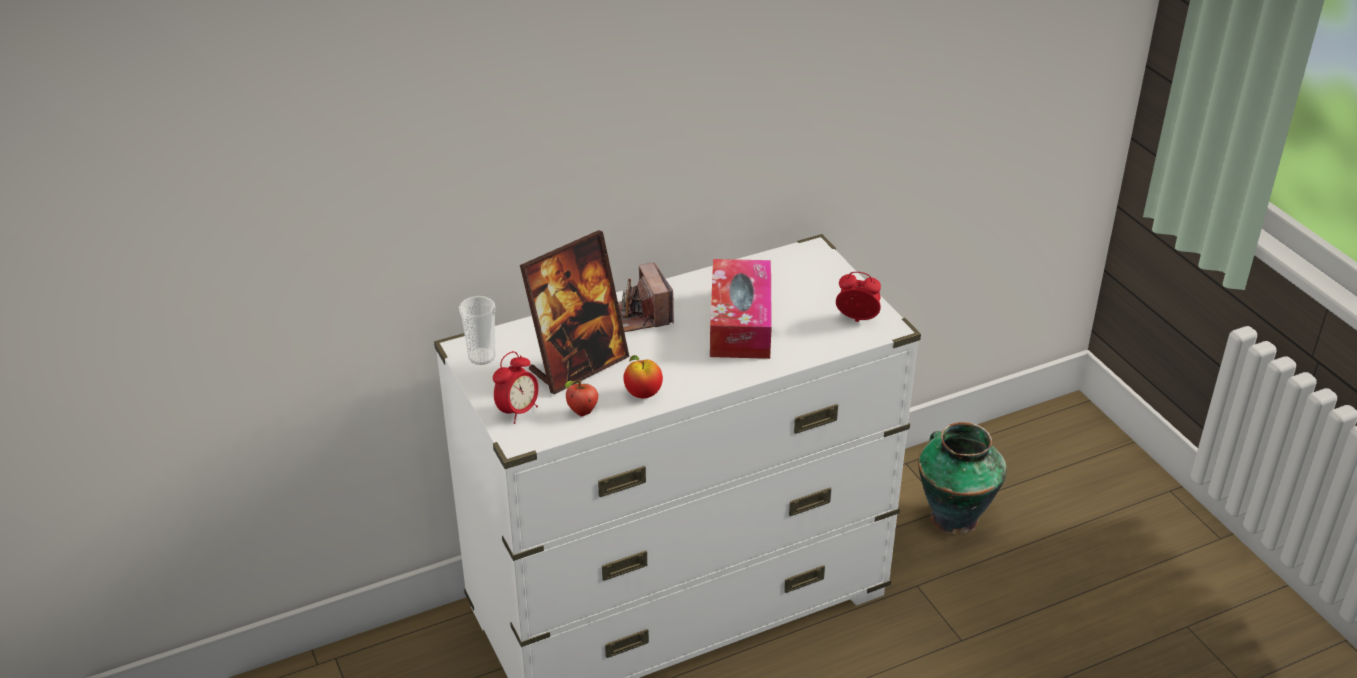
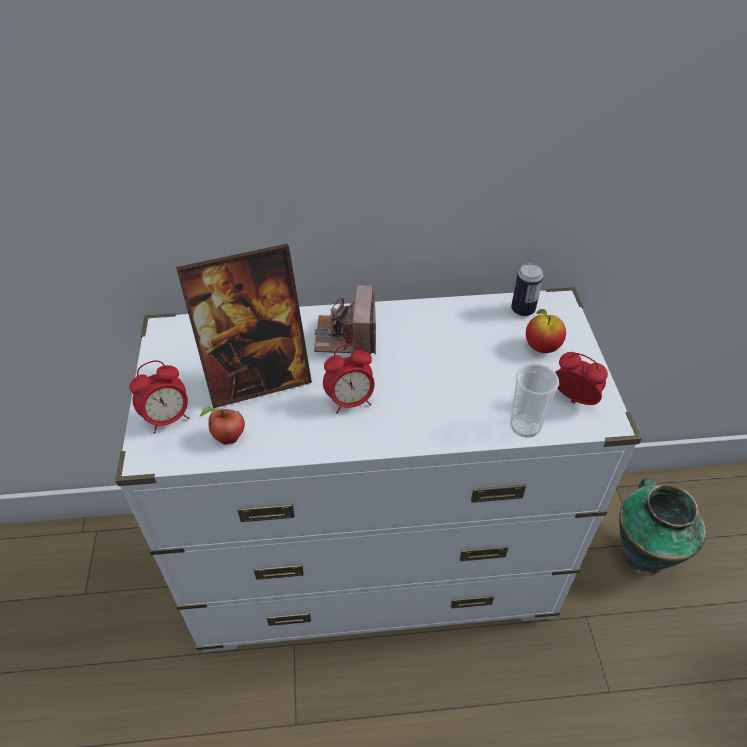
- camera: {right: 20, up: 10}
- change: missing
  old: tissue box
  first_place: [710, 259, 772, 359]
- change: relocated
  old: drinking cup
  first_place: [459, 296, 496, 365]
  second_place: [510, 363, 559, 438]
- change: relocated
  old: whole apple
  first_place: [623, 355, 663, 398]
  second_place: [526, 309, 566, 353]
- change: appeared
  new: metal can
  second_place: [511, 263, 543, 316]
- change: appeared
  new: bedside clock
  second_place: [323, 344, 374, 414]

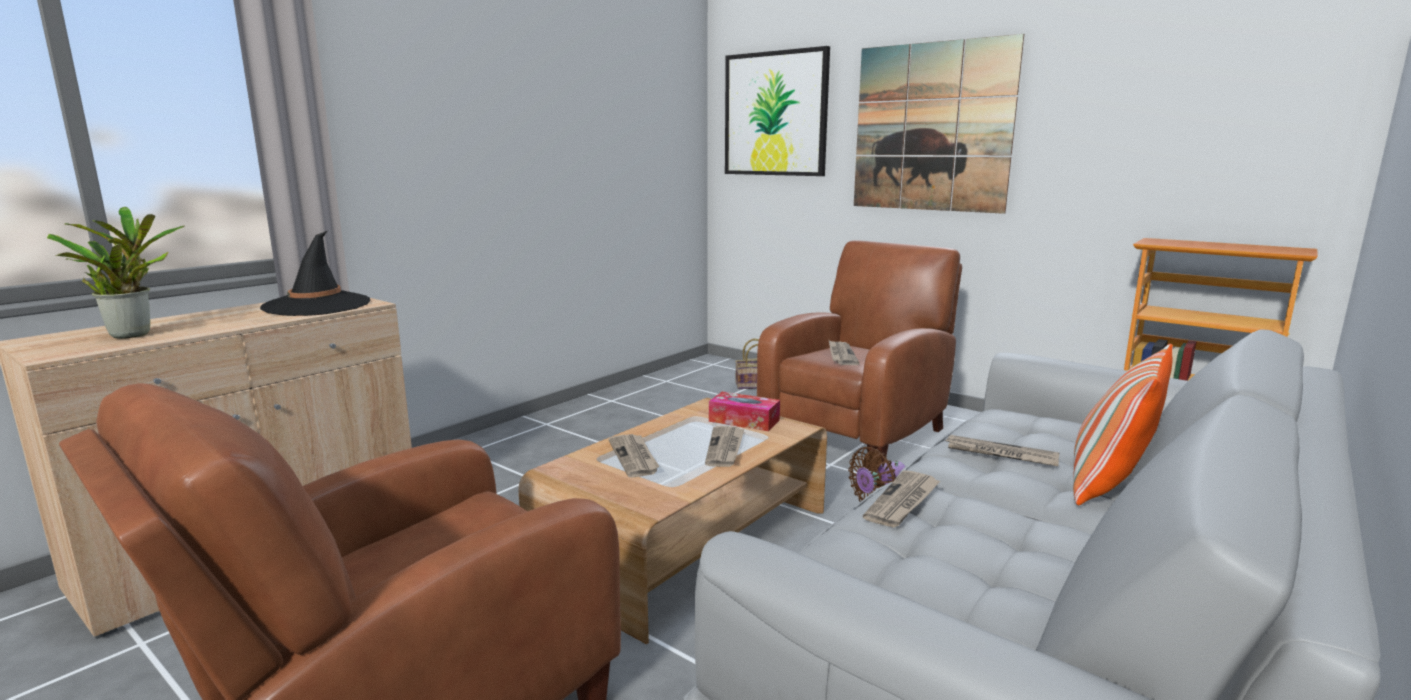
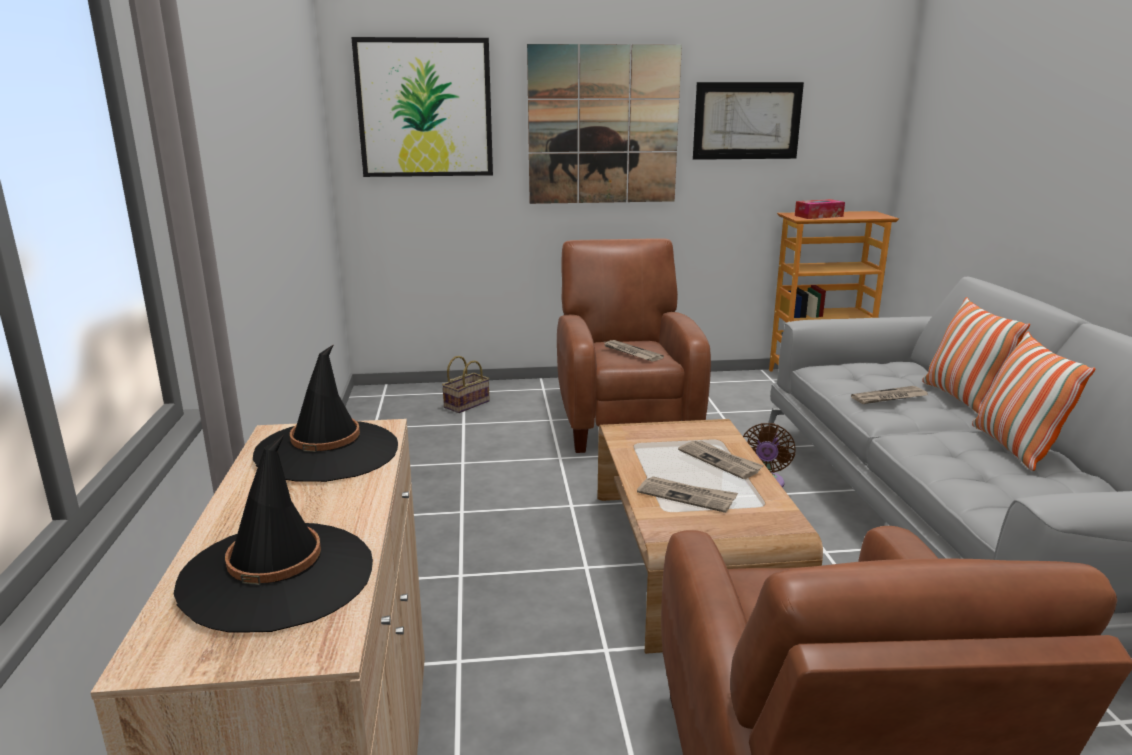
- camera: {right: -45, up: 5}
- change: exchanged
  old: potted plant
  new: wearable hat (blackish)
  first_place: [47, 207, 185, 339]
  second_place: [174, 435, 373, 633]
- change: relocated
  old: tissue box
  first_place: [709, 392, 780, 431]
  second_place: [795, 199, 845, 219]
- change: missing
  old: daily paper
  first_place: [863, 470, 940, 528]
- change: appeared
  new: picture
  second_place: [693, 82, 804, 160]
- change: appeared
  new: cushion
  second_place: [972, 332, 1095, 471]

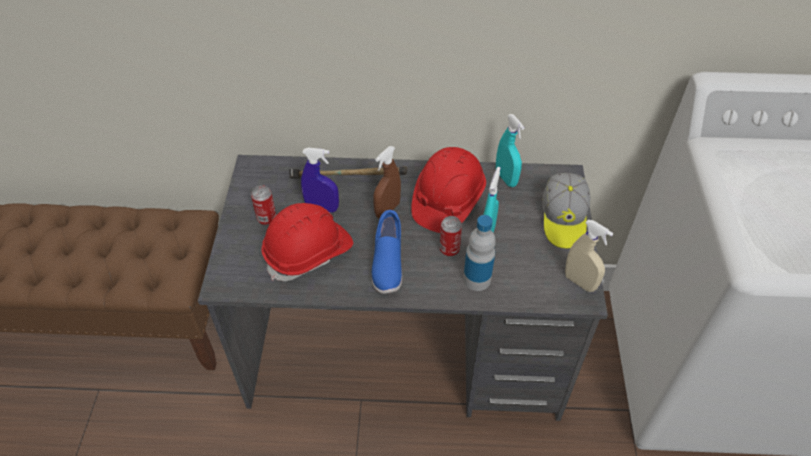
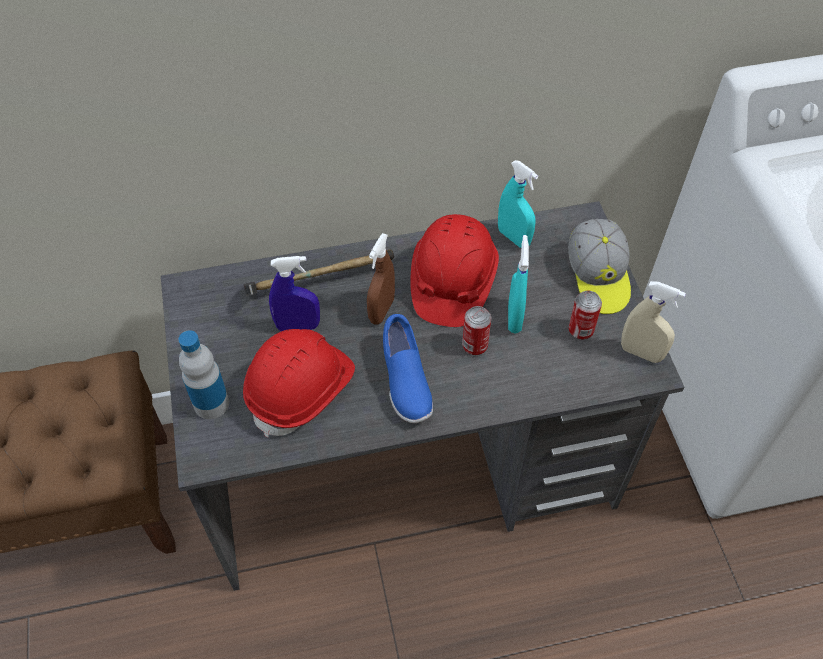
- camera: {right: -15, up: 5}
- change: relocated
  old: metal can
  first_place: [251, 185, 276, 225]
  second_place: [569, 290, 602, 340]
- change: relocated
  old: beverage bottle
  first_place: [463, 215, 496, 291]
  second_place: [179, 330, 229, 419]

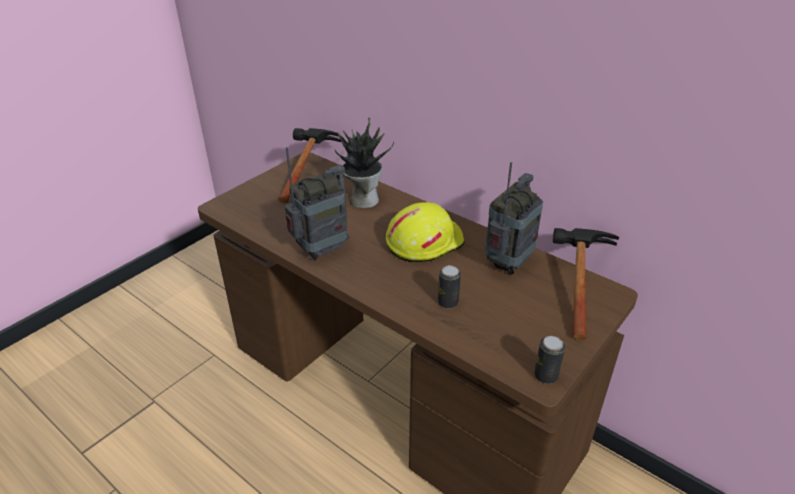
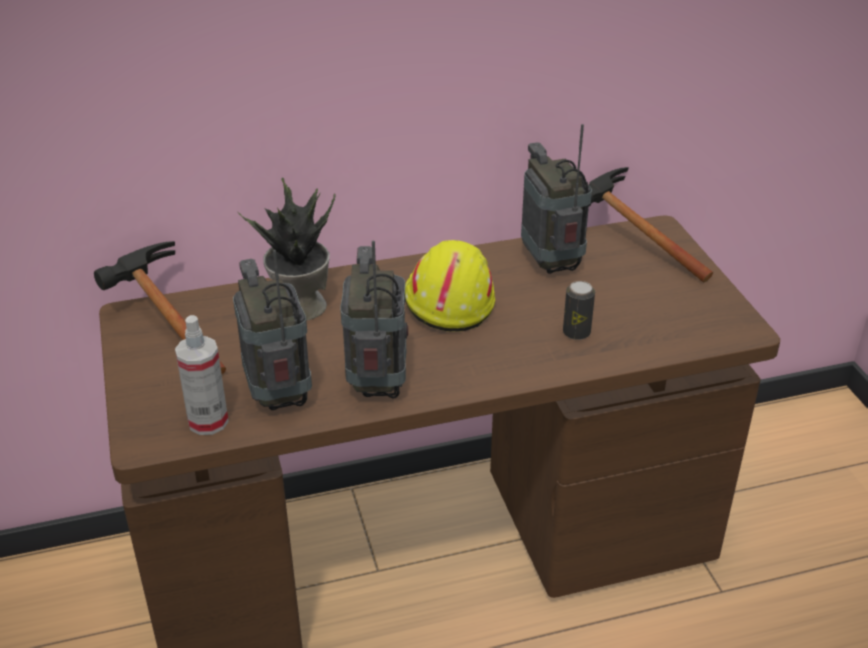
- camera: {right: -55, up: 0}
- change: missing
  old: metal can
  first_place: [534, 336, 565, 384]
- change: appeared
  new: radio receiver
  second_place: [233, 250, 312, 410]
- change: appeared
  new: sprayer
  second_place: [175, 315, 229, 435]

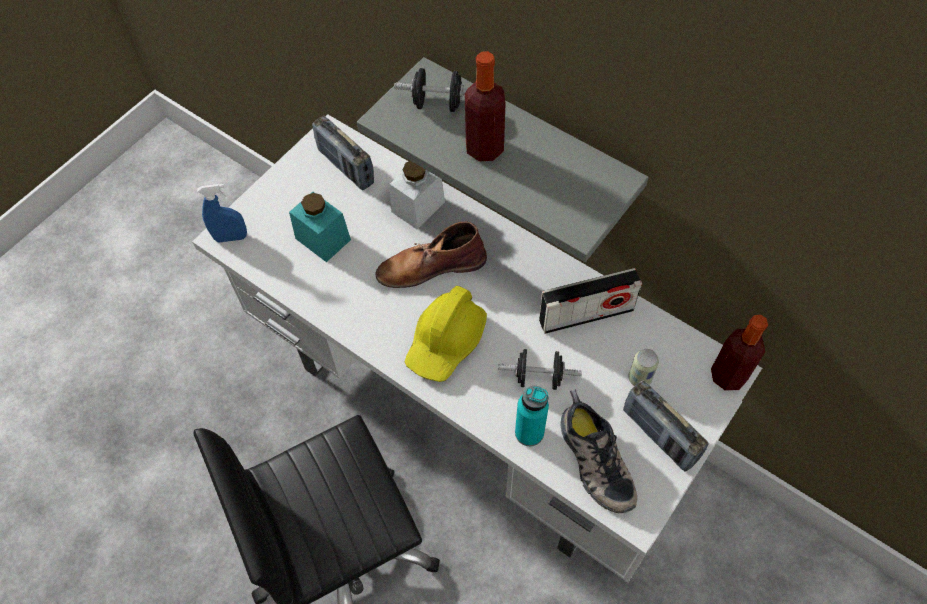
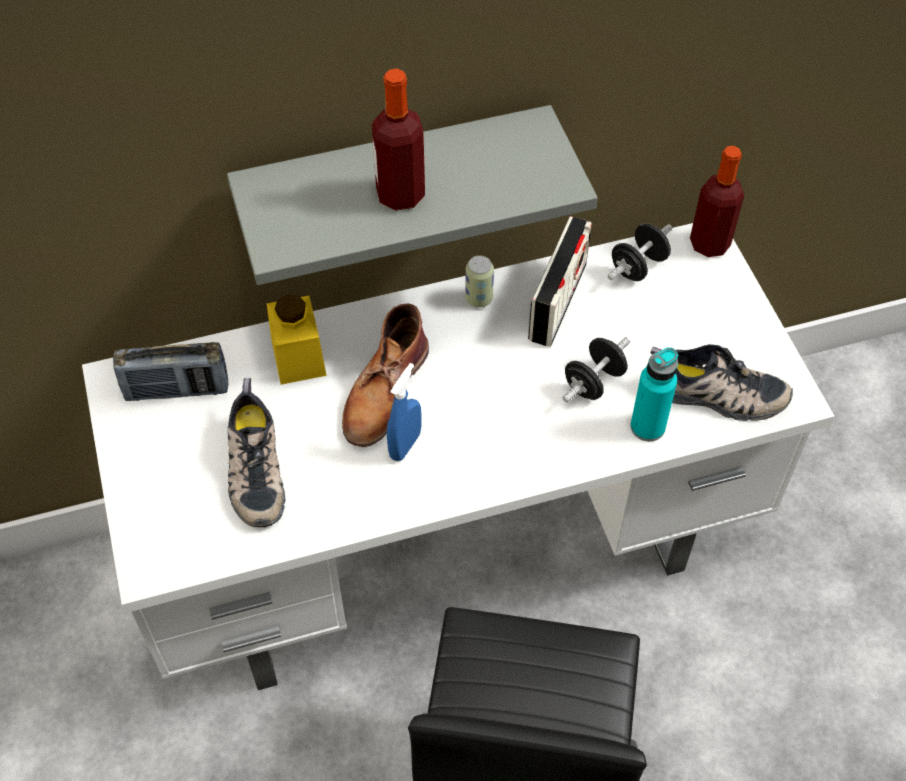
- camera: {right: -55, up: -5}
- change: relocated
  old: hand weight (blackish)
  first_place: [394, 68, 467, 112]
  second_place: [608, 223, 672, 281]
- change: colour
  old: jar (whitish)
  new: jar (yellowish)
  first_place: [389, 161, 445, 229]
  second_place: [266, 294, 327, 385]
- change: relocated
  old: sprayer (blue)
  first_place: [197, 184, 247, 242]
  second_place: [387, 363, 422, 461]
- change: exchanged
  old: jar (turquoise-coloured)
  new: shoe
  first_place: [289, 192, 351, 262]
  second_place: [227, 378, 285, 527]
- change: missing
  old: safety helmet (yellowish)
  first_place: [405, 286, 487, 382]
- change: relocated
  old: metal can
  first_place: [628, 349, 659, 386]
  second_place: [465, 255, 494, 308]
- change: missing
  old: radio receiver
  first_place: [623, 380, 708, 472]

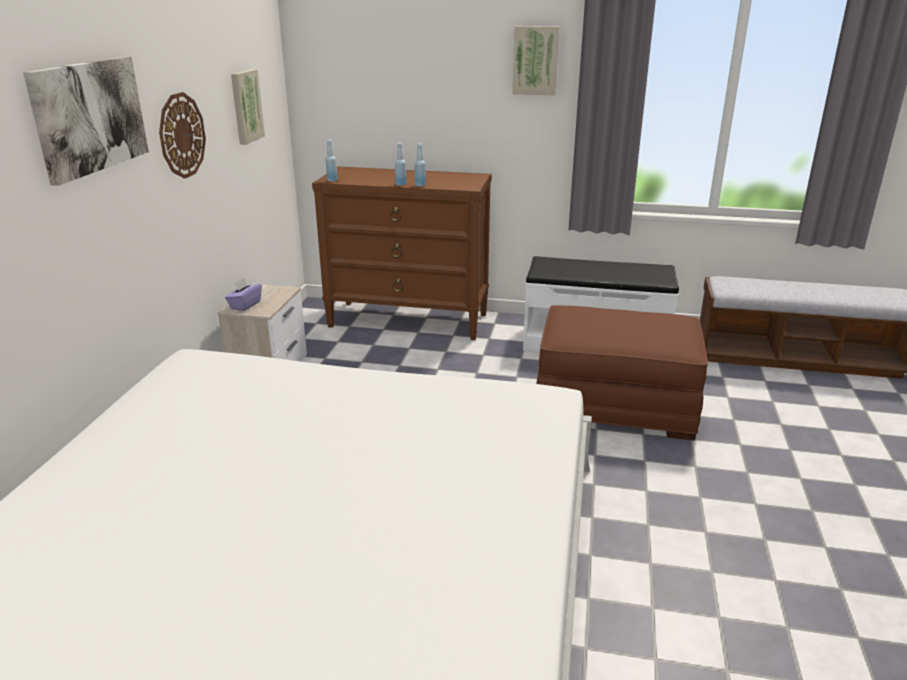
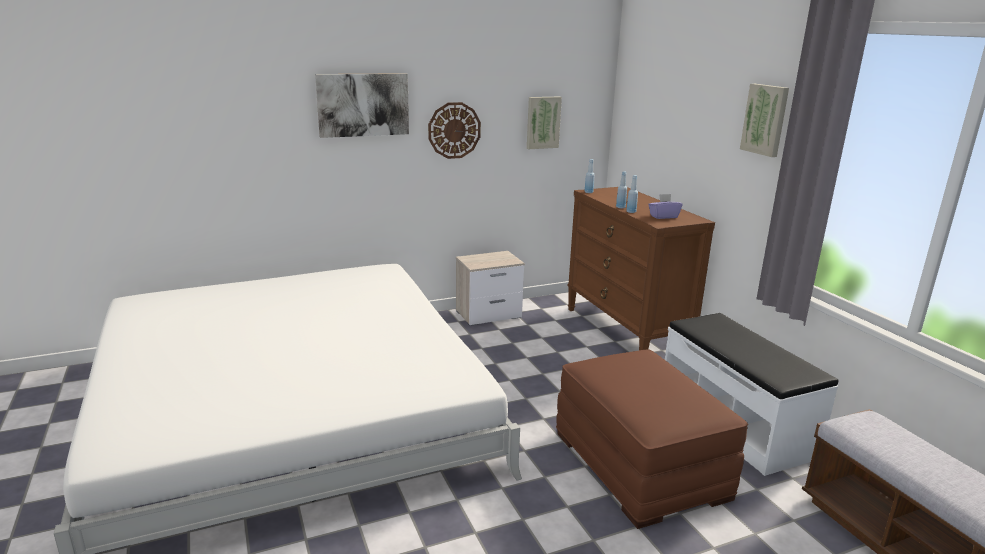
- camera: {right: 55, up: -5}
- change: relocated
  old: tissue box (purple-coloured)
  first_place: [225, 278, 262, 311]
  second_place: [648, 194, 683, 219]

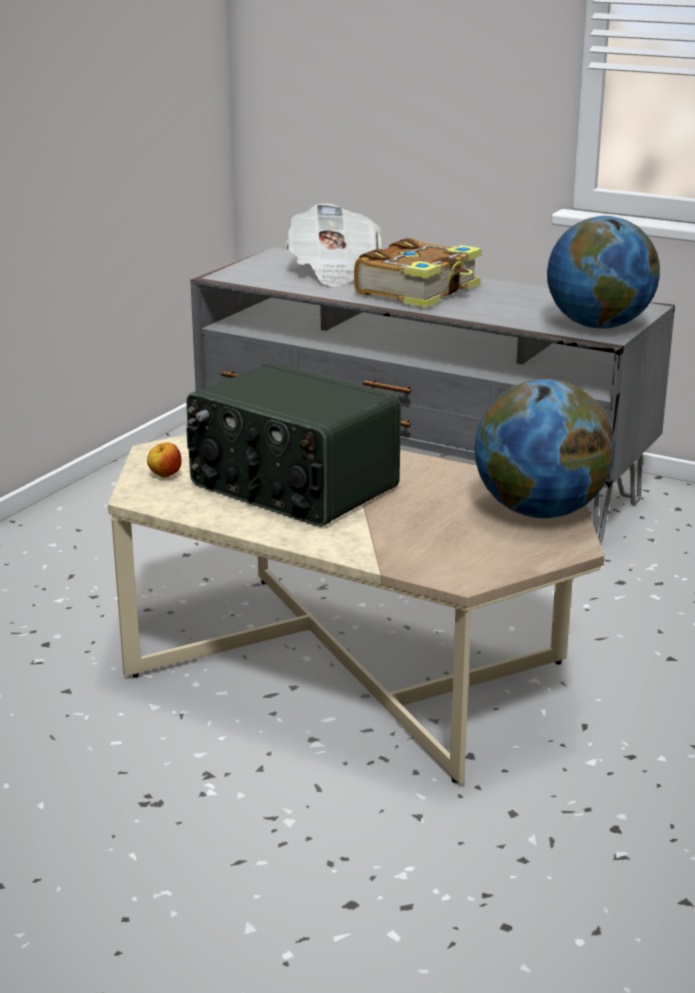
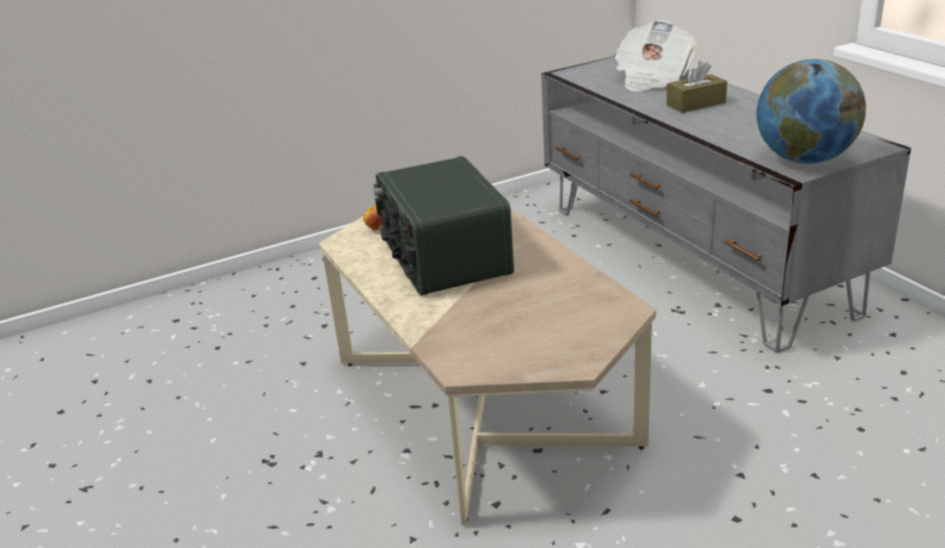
- camera: {right: 35, up: 5}
- change: exchanged
  old: volume
  new: tissue box (brown-coloured)
  first_place: [354, 238, 482, 308]
  second_place: [666, 60, 727, 113]
- change: missing
  old: world globe
  first_place: [475, 379, 615, 518]

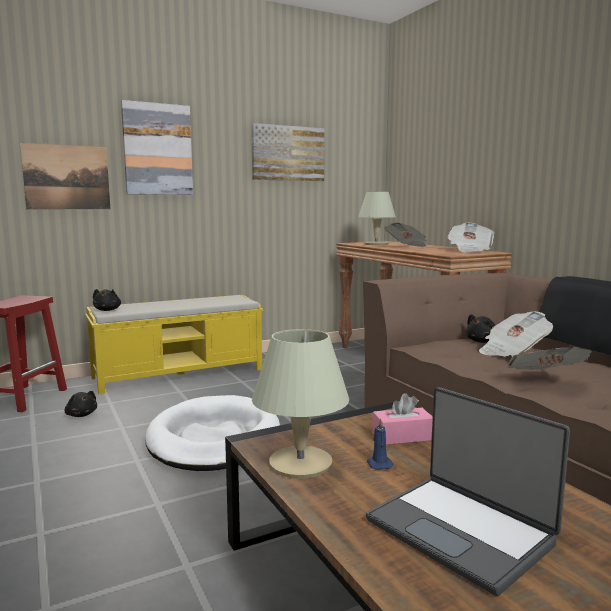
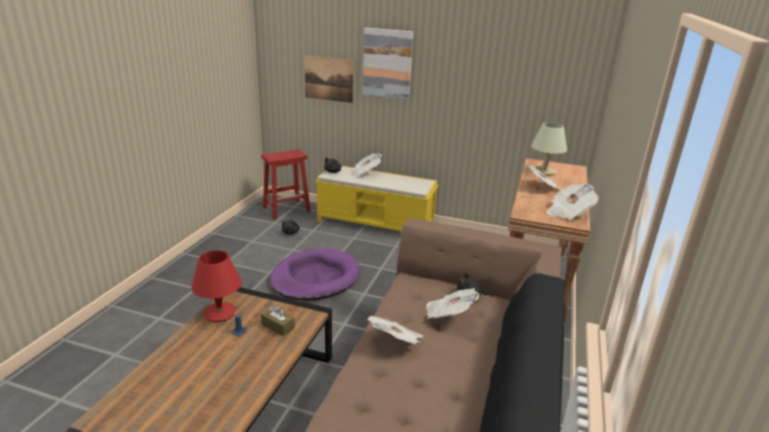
- camera: {right: 45, up: 15}
- change: missing
  old: picture
  first_place: [251, 123, 324, 181]
- change: colour
  old: lamp for a table (beige)
  new: lamp for a table (red)
  first_place: [252, 329, 349, 479]
  second_place: [191, 250, 242, 322]
- change: missing
  old: notebook computer
  first_place: [366, 387, 570, 596]
- change: colour
  old: tissue box (pinkish)
  new: tissue box (brown-coloured)
  first_place: [372, 393, 433, 445]
  second_place: [261, 305, 295, 336]
- change: colour
  old: pet bed (whitish)
  new: pet bed (purple-coloured)
  first_place: [145, 395, 280, 471]
  second_place: [270, 248, 360, 300]
- change: appeared
  new: daily paper
  second_place: [348, 153, 382, 176]

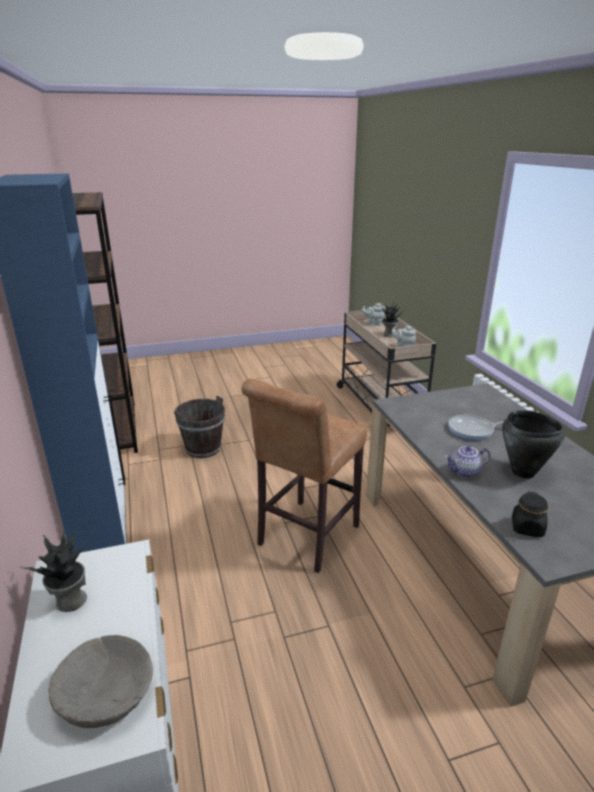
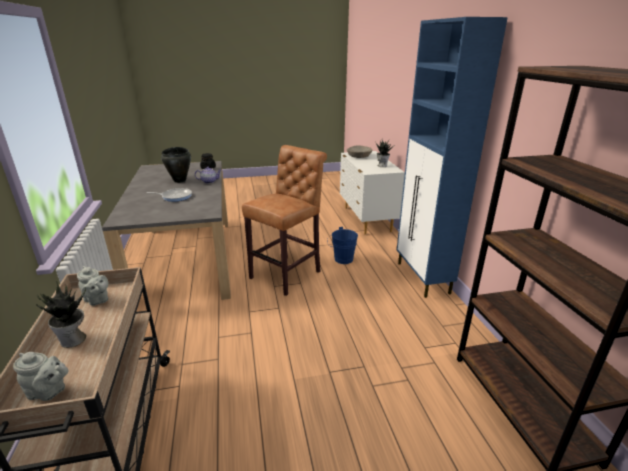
- camera: {right: -175, up: 0}
- change: missing
  old: bucket (brown-coloured)
  first_place: [174, 396, 225, 458]
- change: appeared
  new: bucket (blue)
  second_place: [327, 227, 358, 264]

